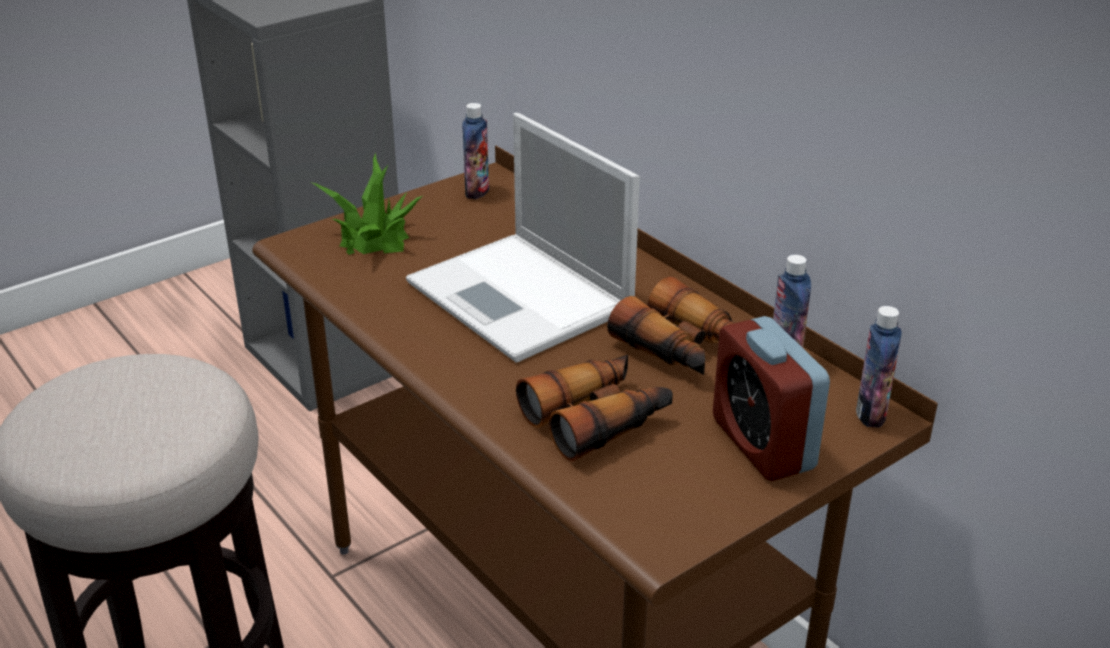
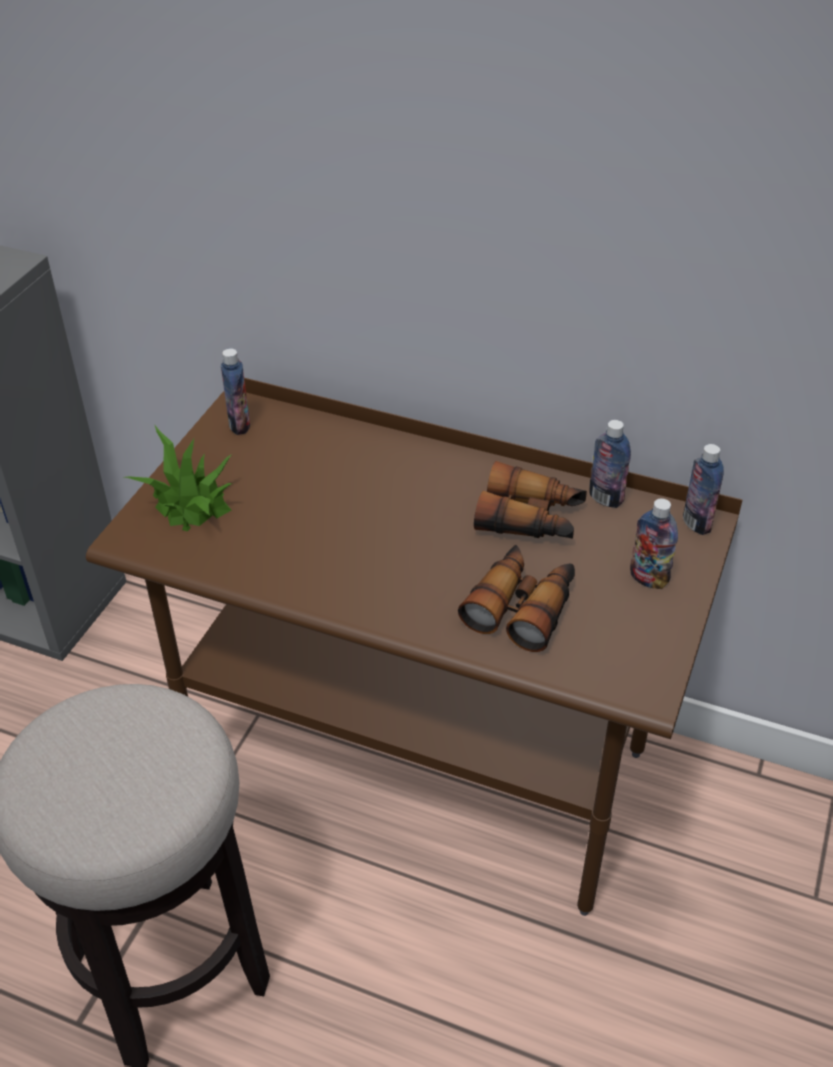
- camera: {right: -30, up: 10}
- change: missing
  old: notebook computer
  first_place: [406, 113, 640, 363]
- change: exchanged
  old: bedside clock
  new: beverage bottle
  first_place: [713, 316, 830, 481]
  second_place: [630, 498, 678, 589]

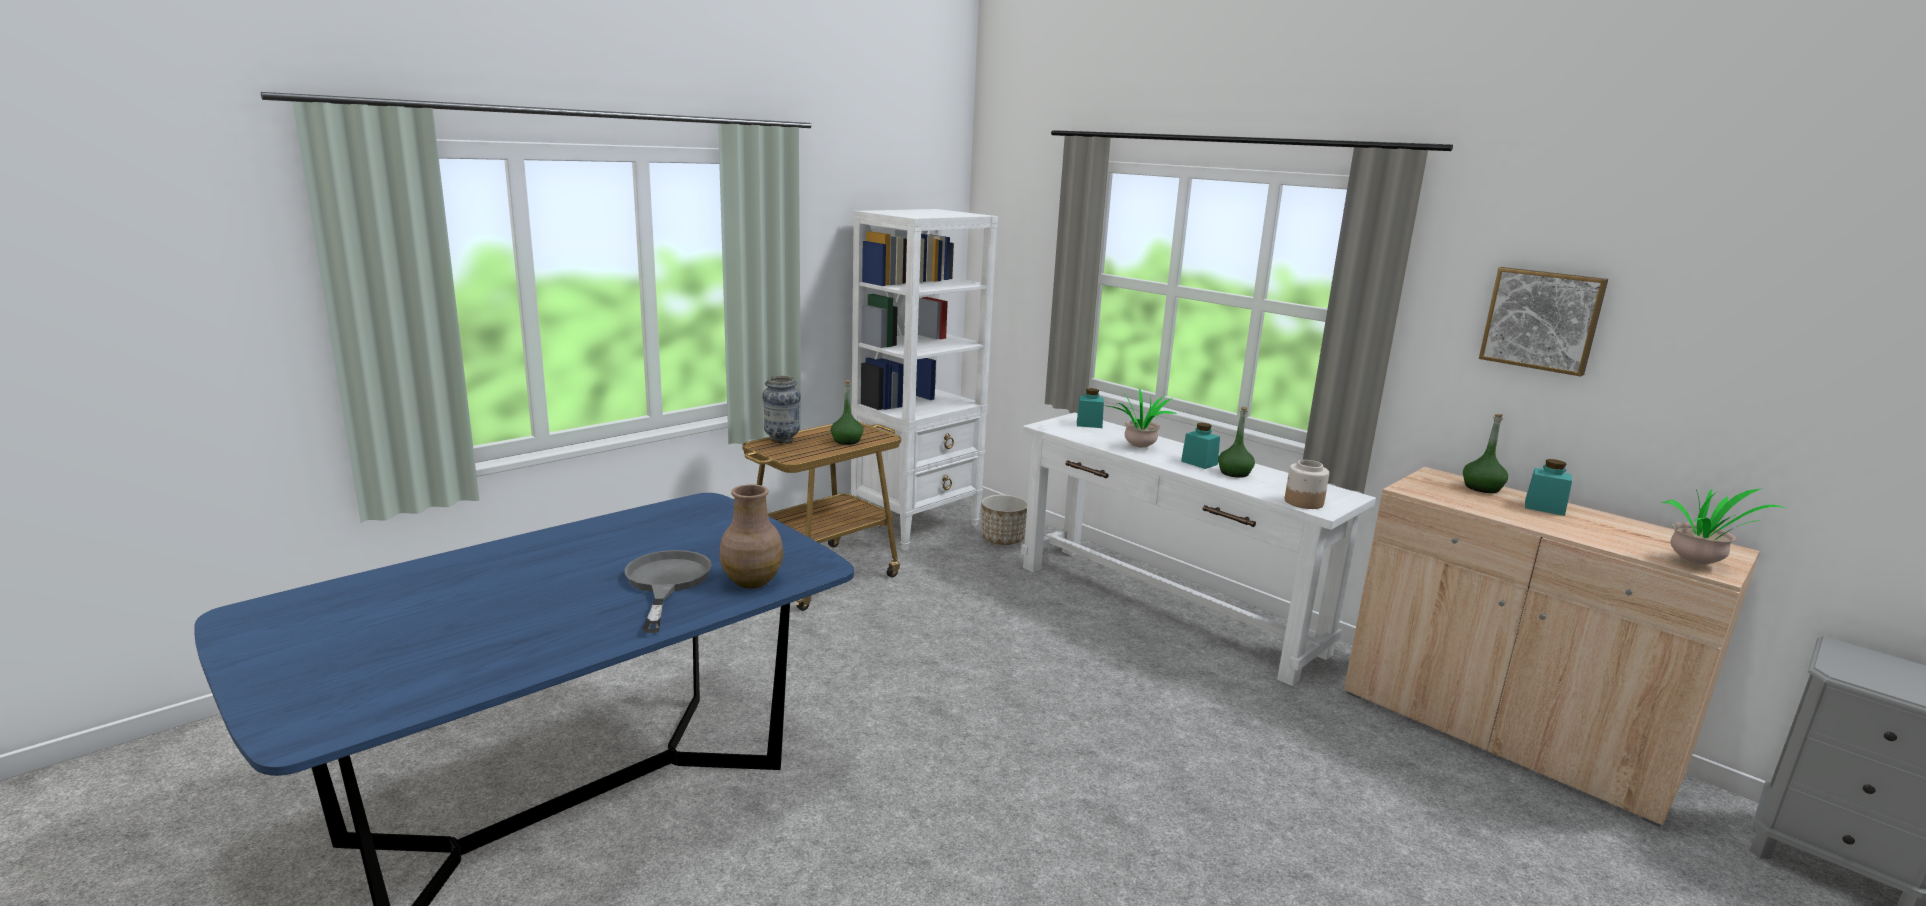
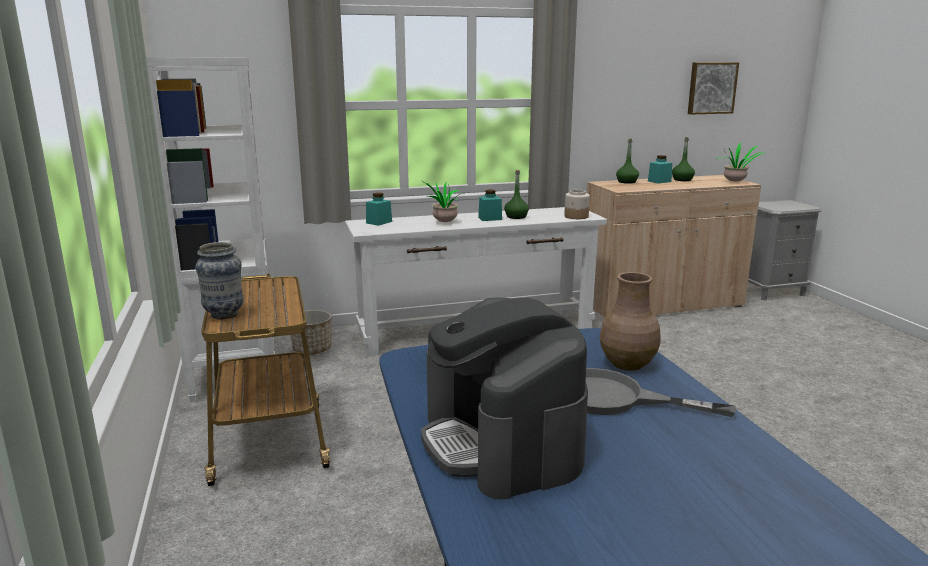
- camera: {right: -60, up: 0}
- change: relocated
  old: picture
  first_place: [1479, 267, 1608, 377]
  second_place: [688, 62, 739, 114]
- change: relocated
  old: beverage bottle (greenish)
  first_place: [831, 380, 864, 445]
  second_place: [672, 137, 695, 181]
- change: appeared
  new: coffee machine
  second_place: [421, 297, 588, 500]

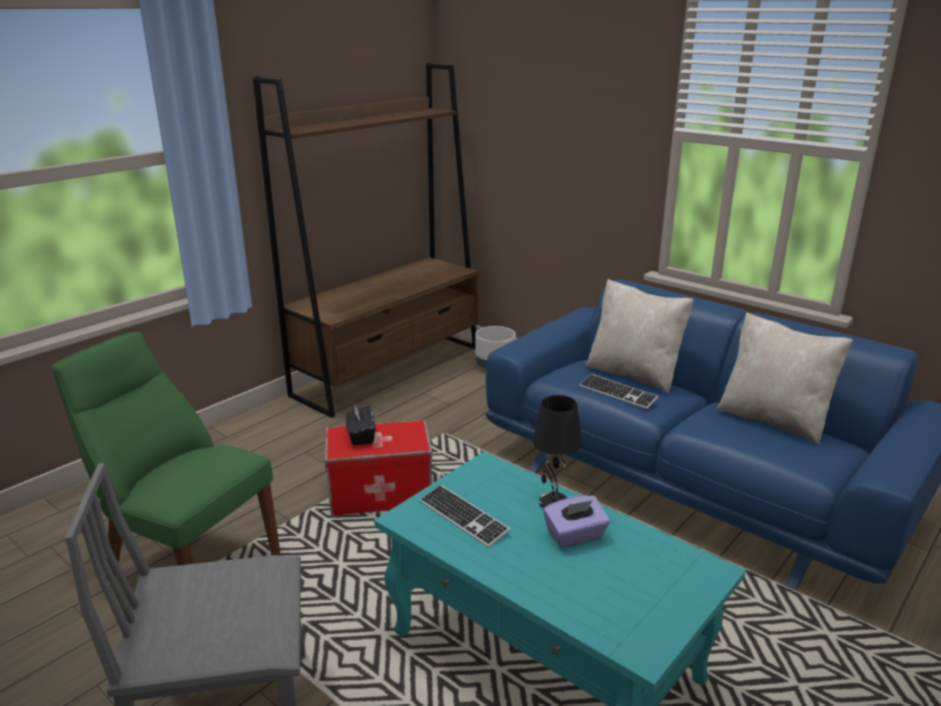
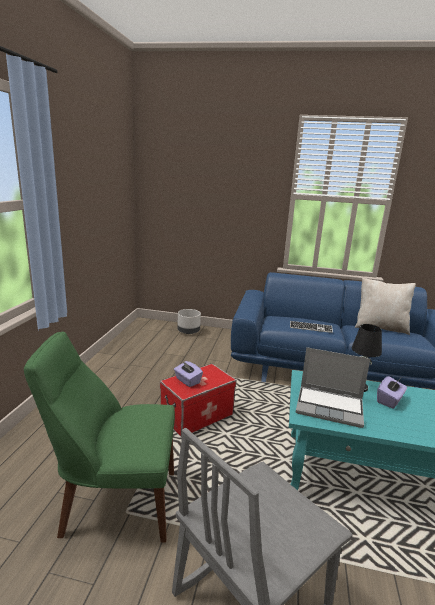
- camera: {right: -30, up: -5}
- change: missing
  old: bookcase (brown-coloured)
  first_place: [253, 63, 478, 418]
- change: missing
  old: cushion (beige)
  first_place: [586, 279, 694, 394]
- change: colour
  old: tissue box (blackish)
  new: tissue box (purple-coloured)
  first_place: [345, 405, 375, 445]
  second_place: [174, 361, 203, 387]
- change: exchanged
  old: PC keyboard
  new: notebook computer
  first_place: [419, 485, 510, 547]
  second_place: [296, 347, 370, 428]

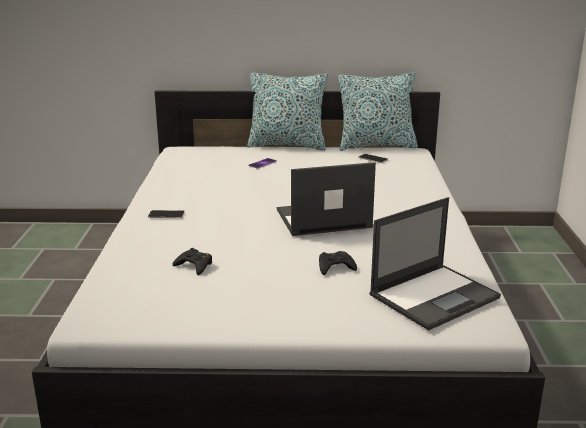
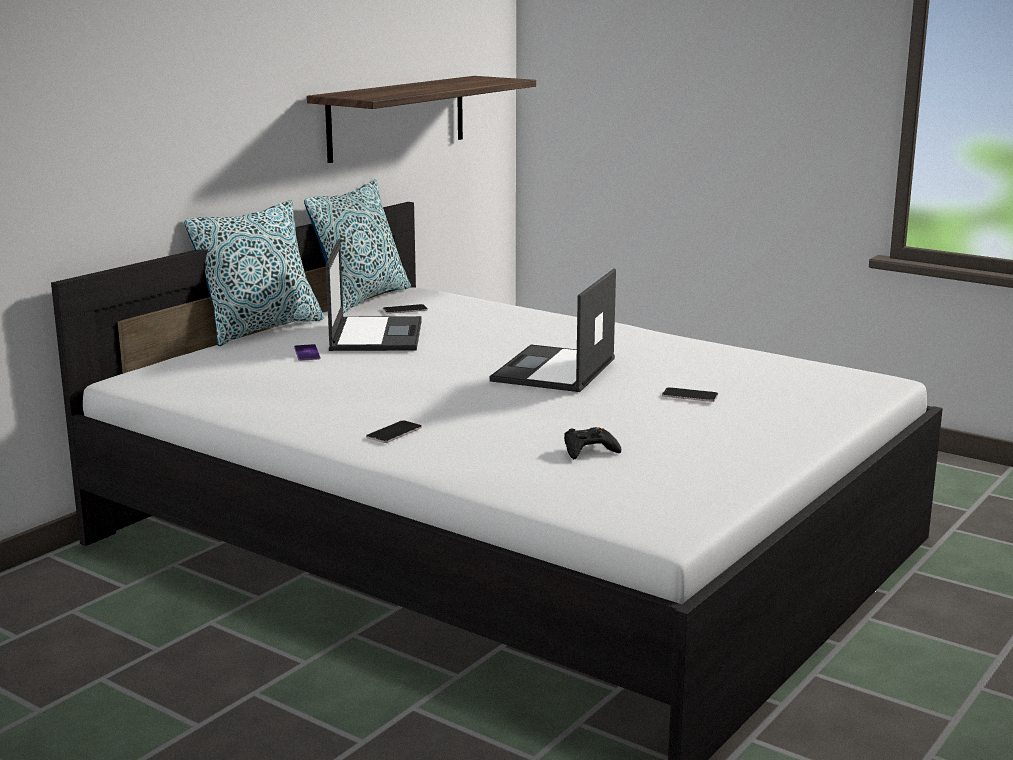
- camera: {right: -55, up: -5}
- change: relocated
  old: notebook computer
  first_place: [369, 197, 501, 331]
  second_place: [326, 239, 422, 351]
- change: exchanged
  old: game controller (blackish)
  new: phone
  first_place: [319, 251, 357, 275]
  second_place: [662, 387, 718, 402]
- change: appeared
  new: bracket shelf
  second_place: [307, 76, 536, 163]

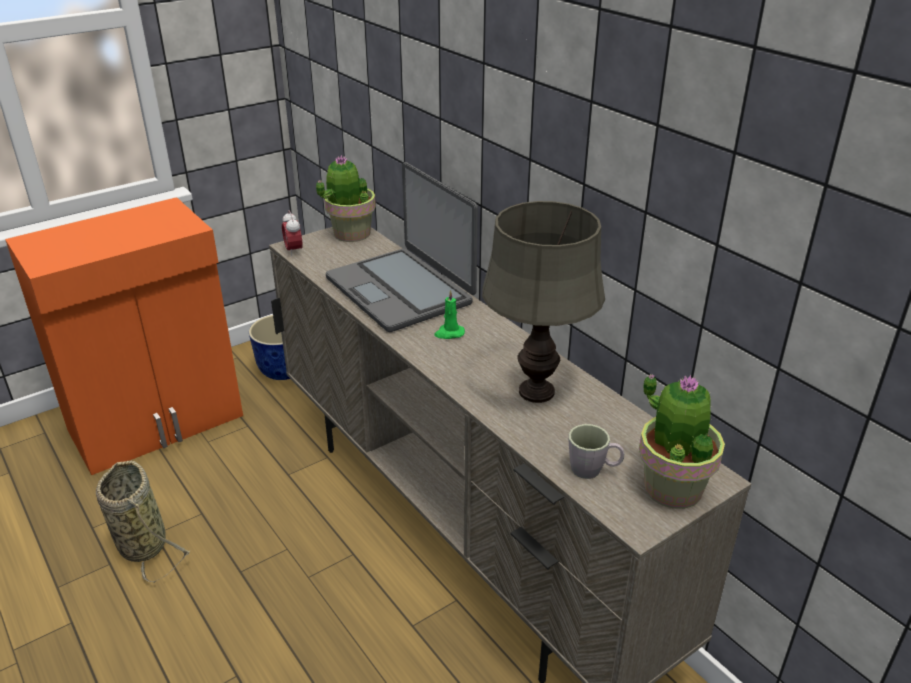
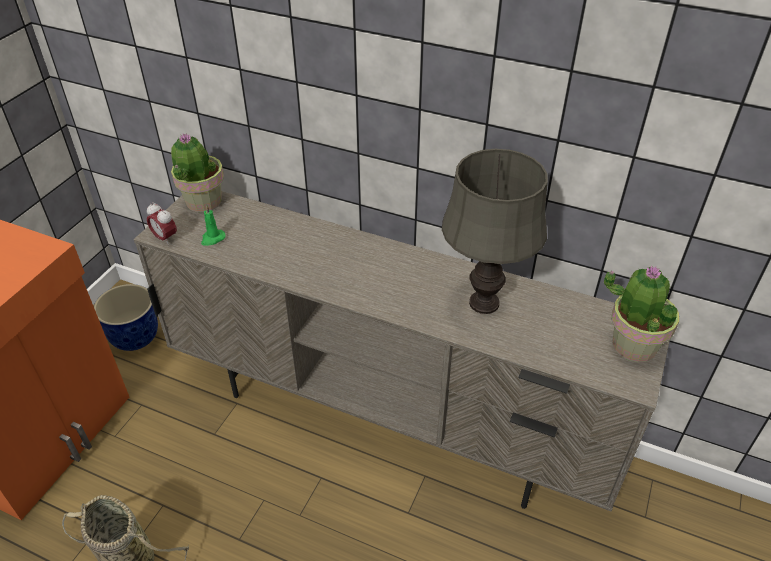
- camera: {right: -30, up: 10}
- change: missing
  old: notebook computer
  first_place: [326, 162, 478, 332]
- change: relocated
  old: wax candle (greenish)
  first_place: [434, 290, 465, 339]
  second_place: [201, 205, 226, 246]
- change: missing
  old: mug (grey)
  first_place: [569, 424, 624, 479]

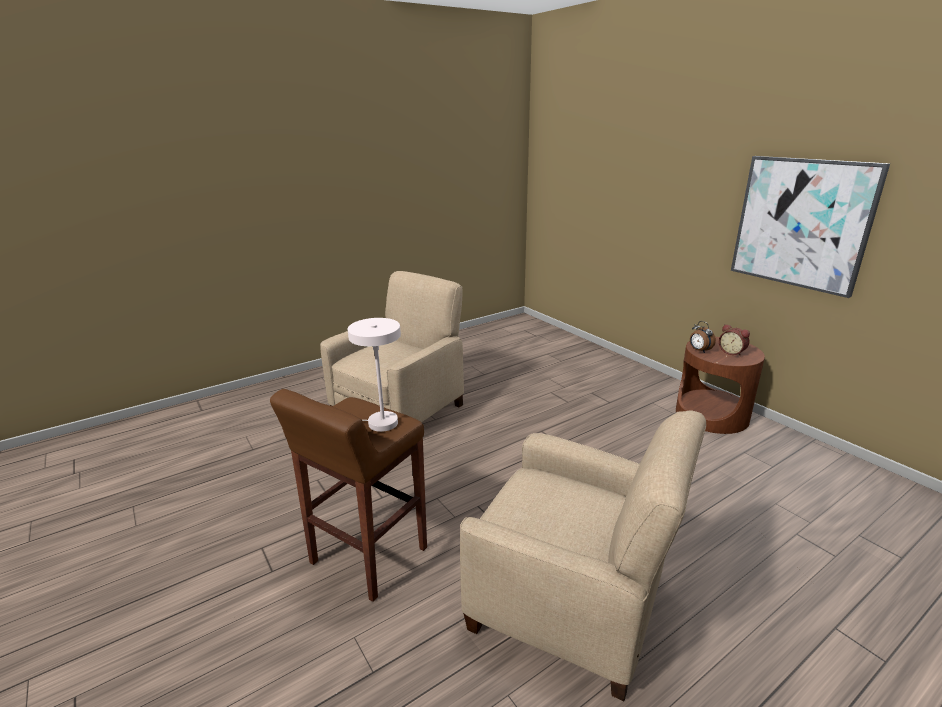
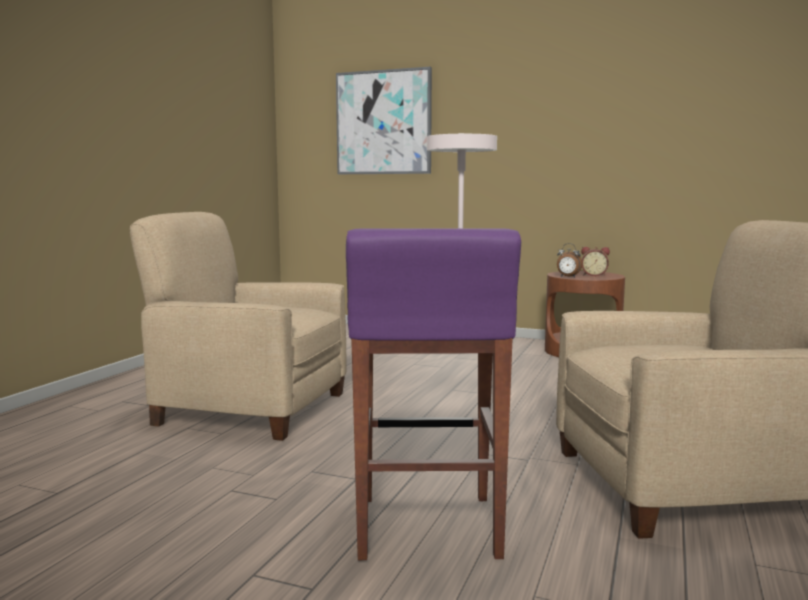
- camera: {right: -35, up: -15}
- change: relocated
  old: picture
  first_place: [731, 156, 890, 298]
  second_place: [336, 67, 432, 174]
- change: spun
  old: lounge chair (beige)
  first_place: [320, 271, 464, 422]
  second_place: [130, 212, 346, 441]
  degrees: -75
- change: colour
  old: sitting stool (brown-coloured)
  new: sitting stool (purple-coloured)
  first_place: [270, 389, 427, 602]
  second_place: [346, 228, 521, 560]

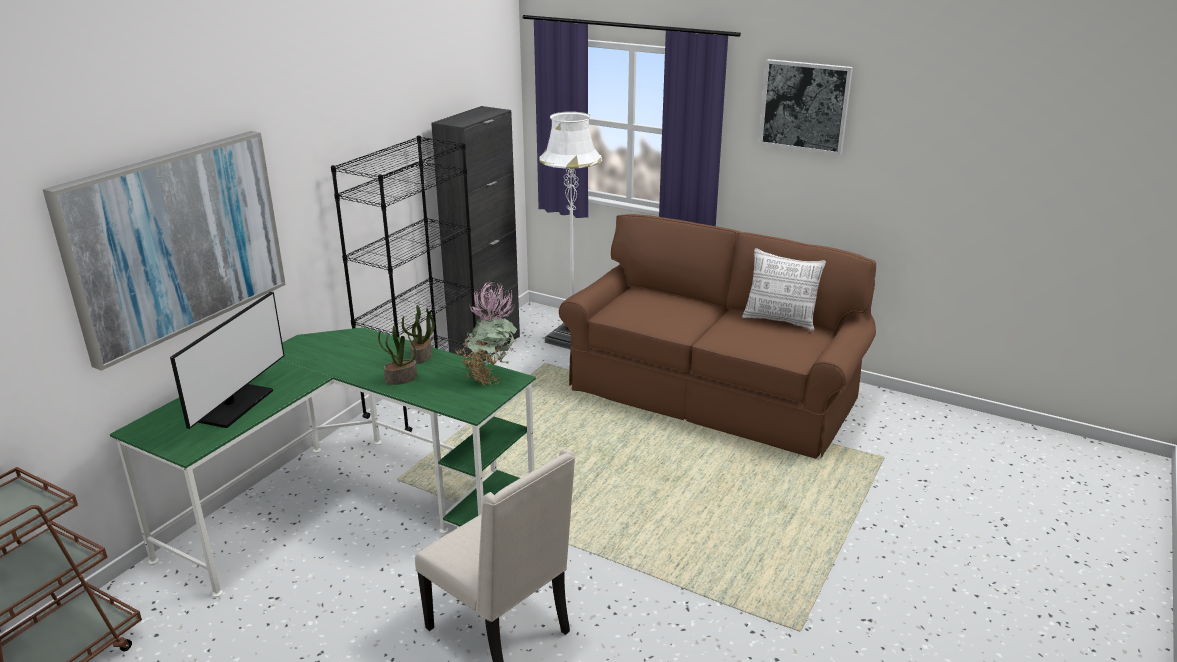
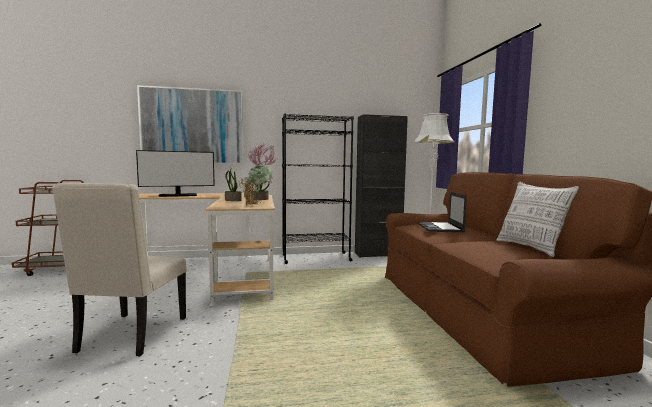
- camera: {right: 50, up: -20}
- change: missing
  old: picture
  first_place: [759, 59, 853, 155]
- change: colour
  old: desk table (greenish)
  new: desk table (beige)
  first_place: [110, 327, 536, 597]
  second_place: [139, 193, 275, 306]
- change: appeared
  new: notebook computer
  second_place: [418, 192, 467, 232]

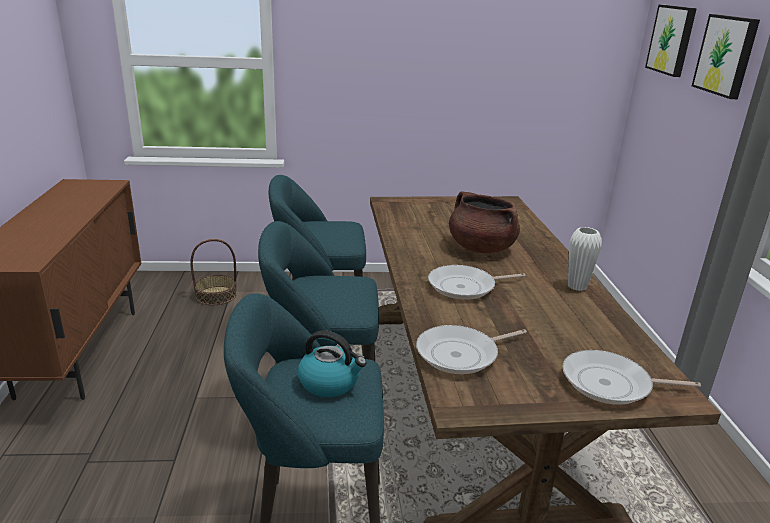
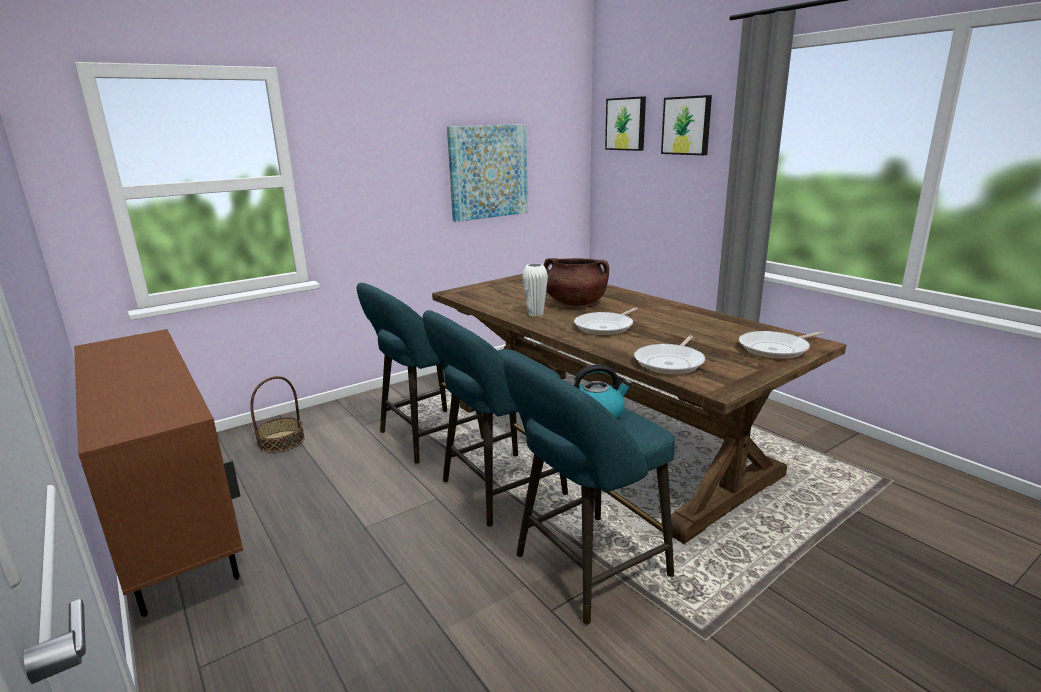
- camera: {right: -30, up: -5}
- change: relocated
  old: vase (whitish)
  first_place: [568, 227, 602, 291]
  second_place: [522, 263, 548, 316]
- change: appeared
  new: picture
  second_place: [447, 124, 528, 222]

